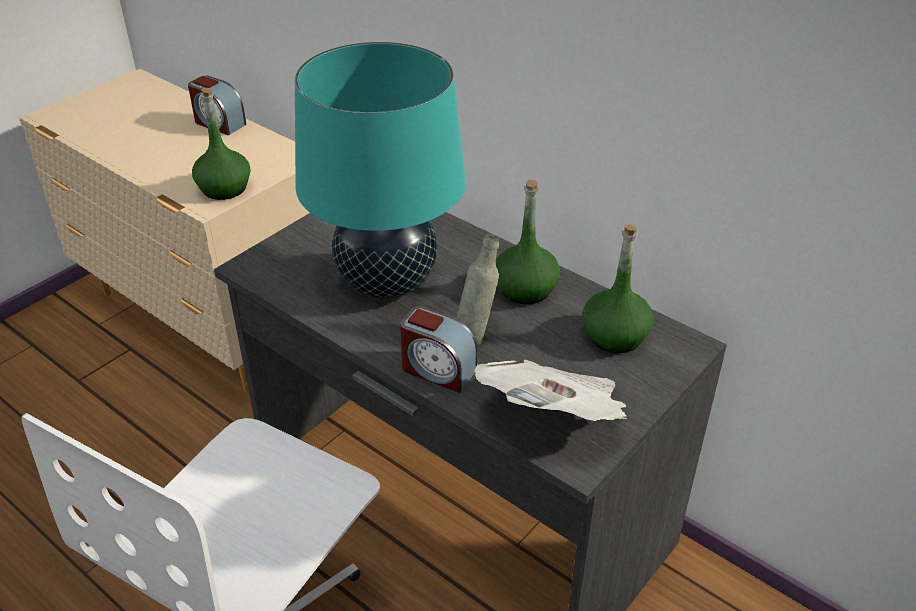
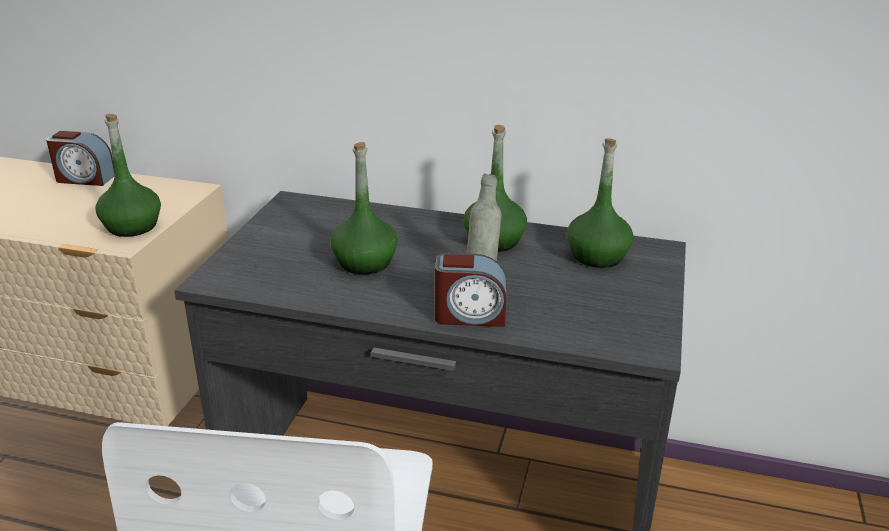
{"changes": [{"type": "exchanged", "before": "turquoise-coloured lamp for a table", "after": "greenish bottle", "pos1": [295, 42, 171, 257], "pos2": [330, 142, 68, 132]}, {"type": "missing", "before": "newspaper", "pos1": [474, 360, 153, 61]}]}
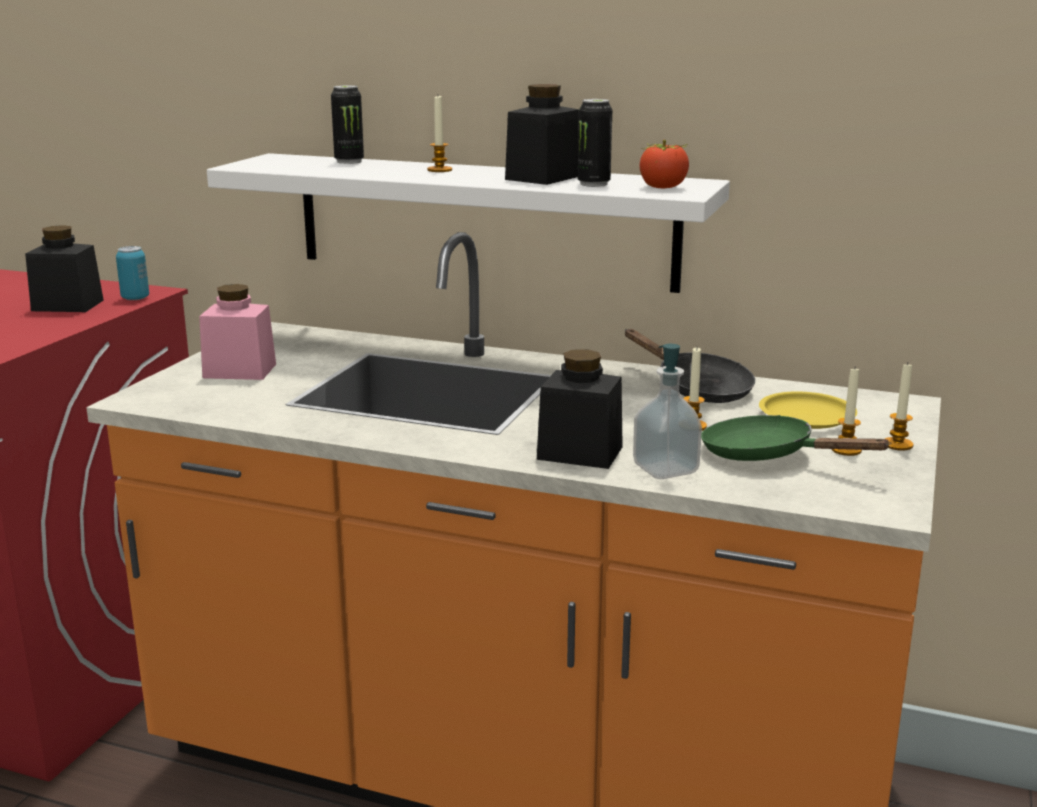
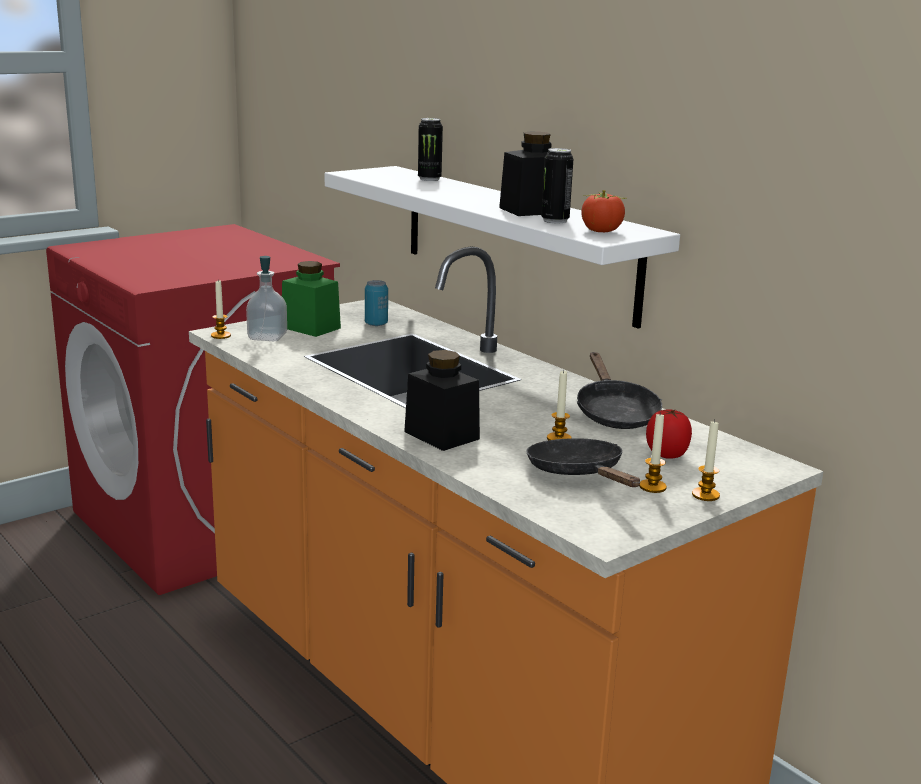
{"changes": [{"type": "missing", "before": "black-coloured preserve jar", "pos1": [25, 225, 79, 87]}, {"type": "relocated", "before": "can", "pos1": [116, 246, 33, 54], "pos2": [365, 280, 23, 46]}, {"type": "colour", "before": "pink preserve jar", "after": "greenish preserve jar", "pos1": [199, 284, 77, 96], "pos2": [282, 261, 59, 76]}, {"type": "relocated", "before": "candle", "pos1": [427, 96, 25, 76], "pos2": [211, 280, 20, 59]}, {"type": "relocated", "before": "soap bottle", "pos1": [633, 344, 69, 135], "pos2": [246, 256, 41, 85]}, {"type": "colour", "before": "greenish frying pan", "after": "black-coloured frying pan", "pos1": [701, 415, 191, 46], "pos2": [526, 438, 114, 49]}, {"type": "exchanged", "before": "yellowish dinner plate", "after": "whole tomato", "pos1": [759, 391, 98, 38], "pos2": [646, 409, 46, 50]}]}
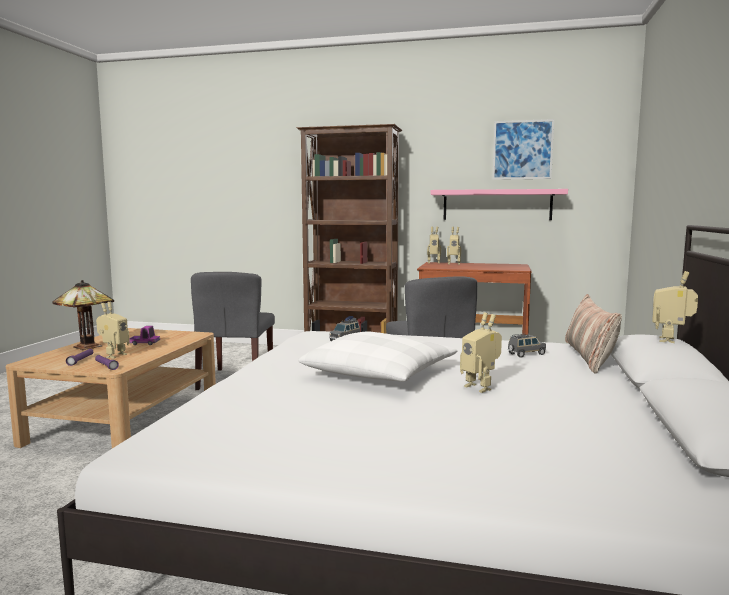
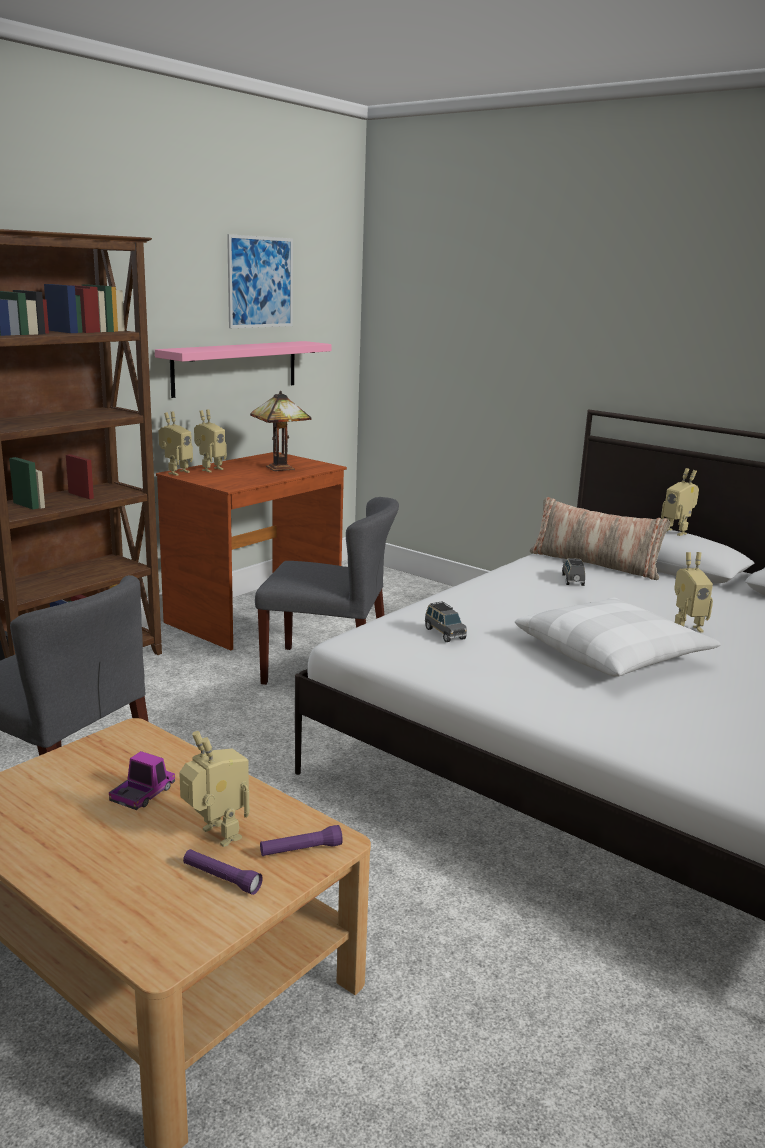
{"changes": [{"type": "relocated", "before": "lamp for a table", "pos1": [52, 280, 62, 70], "pos2": [250, 391, 61, 80]}]}
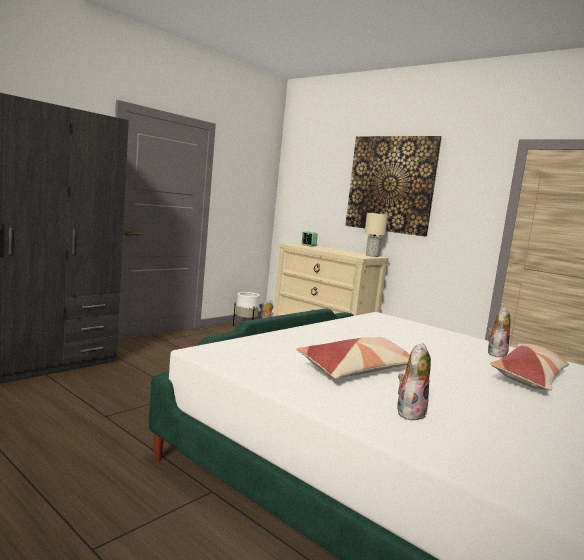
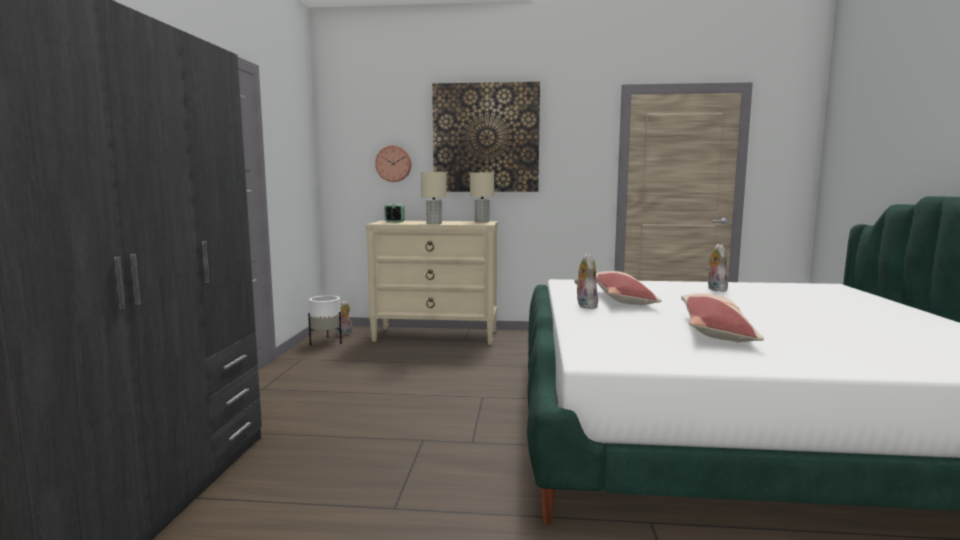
{"changes": [{"type": "relocated", "before": "plush toy", "pos1": [397, 342, 34, 78], "pos2": [574, 253, 24, 56]}, {"type": "relocated", "before": "pillow", "pos1": [490, 344, 79, 46], "pos2": [596, 271, 66, 34]}, {"type": "appeared", "after": "clock on the wall", "pos2": [375, 146, 36, 36]}, {"type": "appeared", "after": "beige lamp for a table", "pos2": [421, 172, 26, 52]}]}
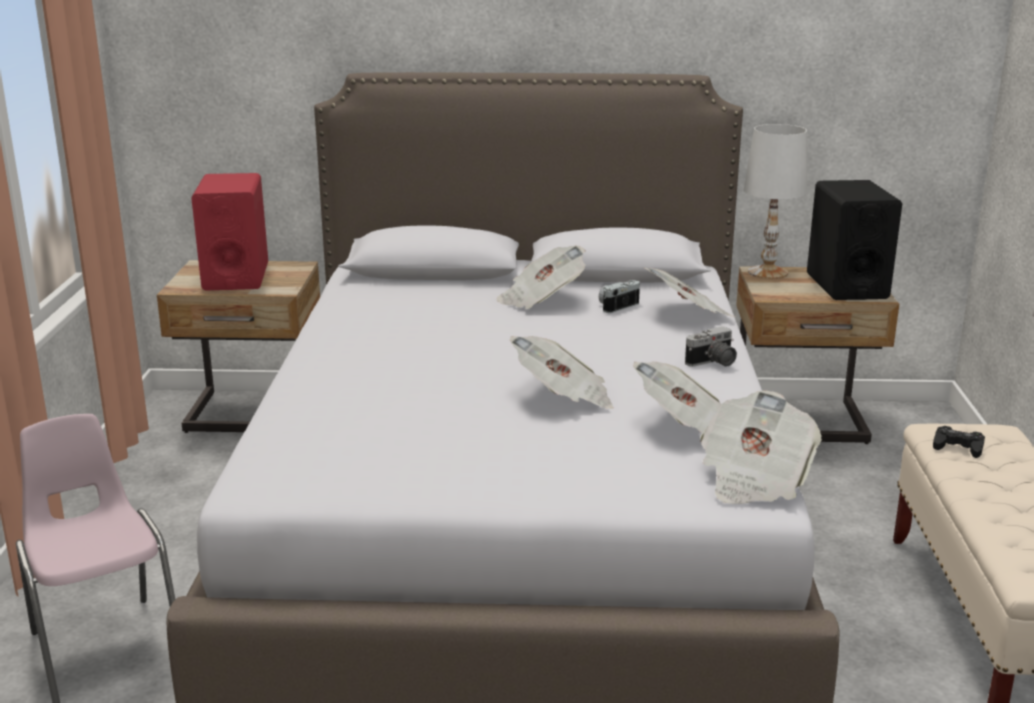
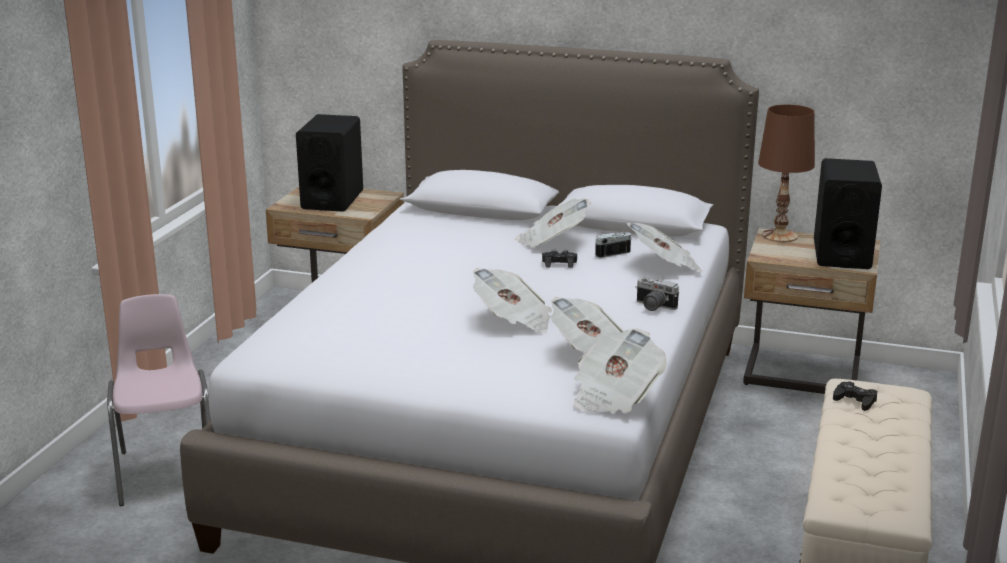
{"changes": [{"type": "colour", "before": "red-coloured loudspeaker", "after": "black-coloured loudspeaker", "pos1": [191, 173, 77, 117], "pos2": [296, 114, 67, 98]}, {"type": "spun", "before": "photo camera", "pos1": [685, 326, 52, 41], "pos2": [635, 278, 44, 33], "turn": 45}, {"type": "colour", "before": "white-coloured lamp for a table", "after": "brown-coloured lamp for a table", "pos1": [744, 124, 63, 155], "pos2": [758, 105, 57, 137]}, {"type": "appeared", "after": "black-coloured joypad", "pos2": [542, 249, 35, 19]}]}
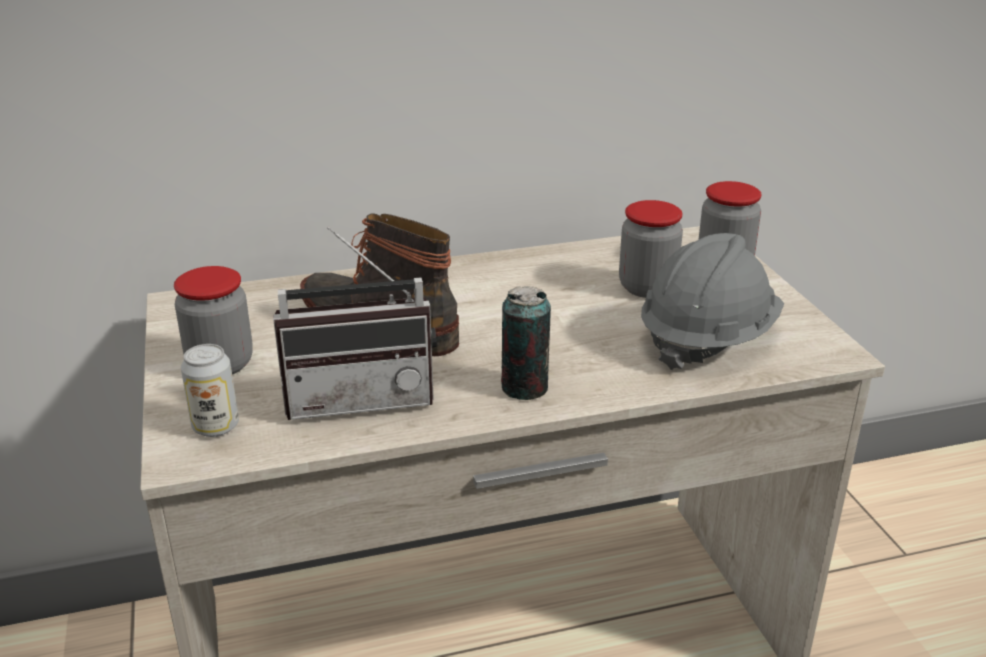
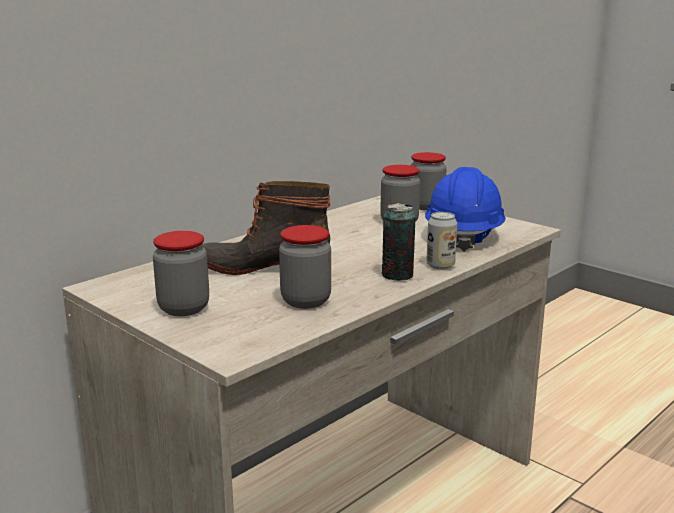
{"changes": [{"type": "relocated", "before": "can", "pos1": [181, 344, 58, 93], "pos2": [426, 212, 31, 57]}, {"type": "exchanged", "before": "radio", "after": "preserve jar", "pos1": [273, 226, 164, 194], "pos2": [279, 225, 52, 84]}, {"type": "colour", "before": "gray safety helmet", "after": "blue safety helmet", "pos1": [641, 233, 143, 137], "pos2": [425, 167, 81, 85]}]}
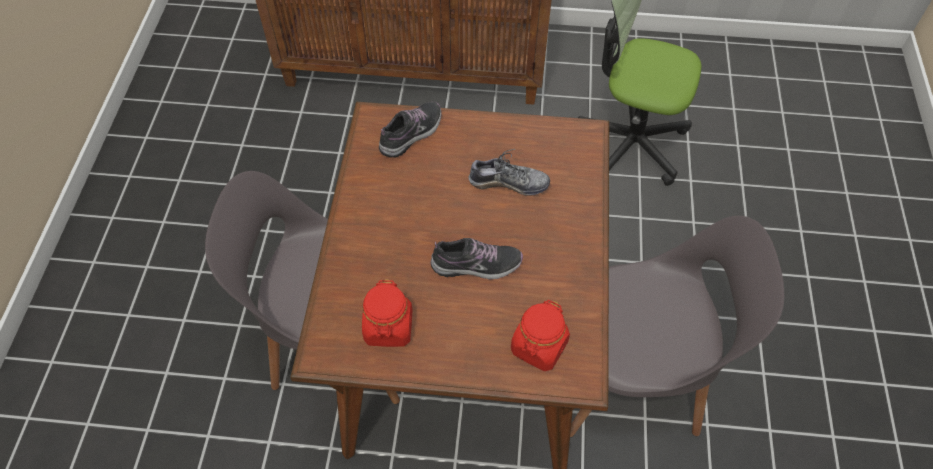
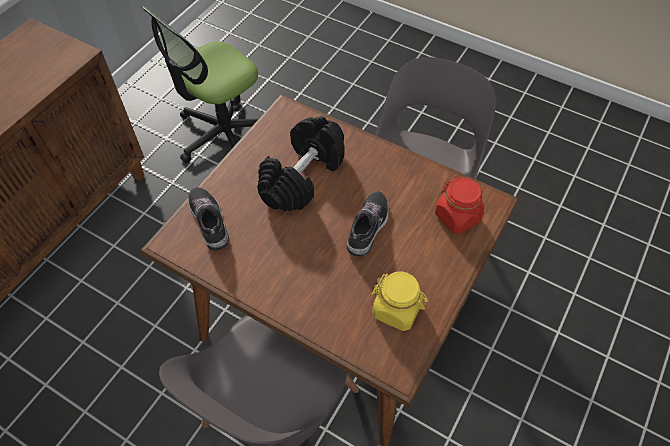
{"changes": [{"type": "colour", "before": "red-coloured preserve jar", "after": "yellowish preserve jar", "pos1": [362, 279, 51, 68], "pos2": [372, 272, 57, 59]}, {"type": "exchanged", "before": "low shoe", "after": "black-coloured free weight", "pos1": [469, 149, 81, 46], "pos2": [257, 116, 87, 95]}]}
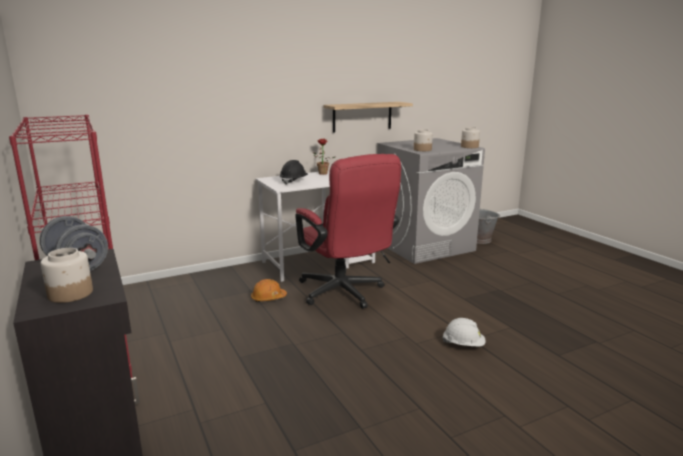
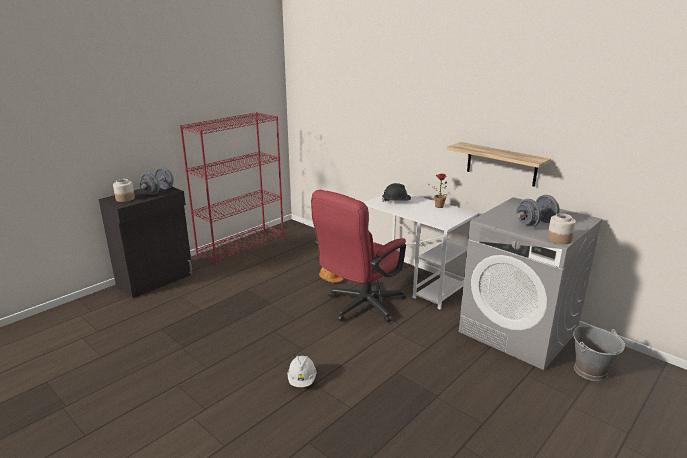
{"changes": [{"type": "missing", "before": "preserve jar", "pos1": [414, 129, 19, 22]}, {"type": "appeared", "after": "gray free weight", "pos2": [516, 195, 43, 33]}]}
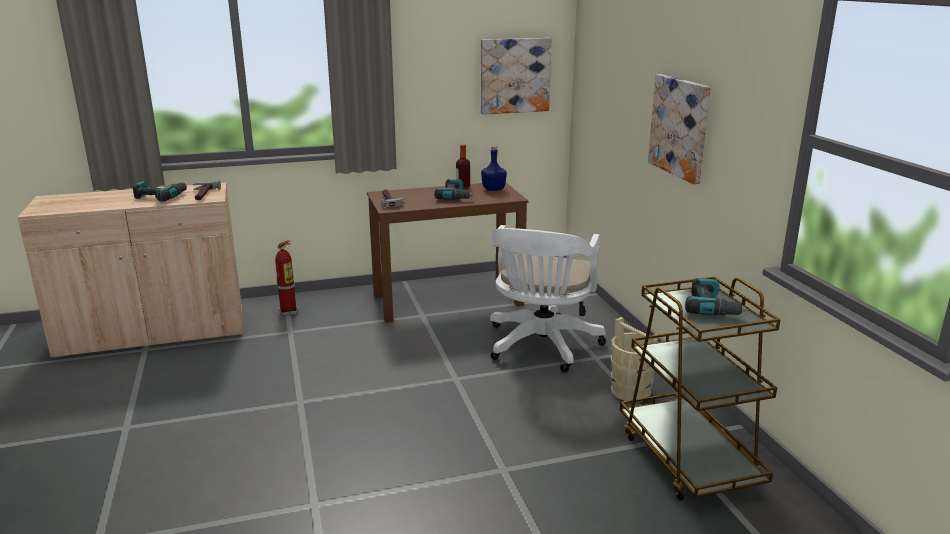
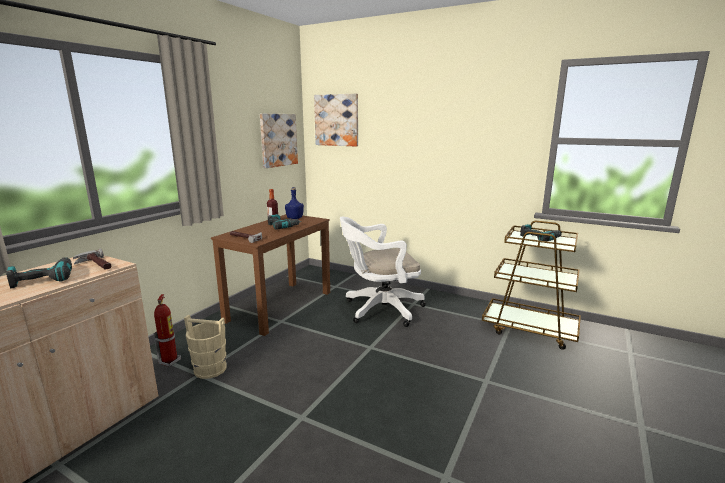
{"changes": [{"type": "spun", "before": "white-coloured computer chair", "pos1": [490, 225, 116, 148], "pos2": [340, 217, 86, 110], "turn": 105}, {"type": "relocated", "before": "beige bucket", "pos1": [611, 317, 47, 85], "pos2": [184, 315, 42, 64]}, {"type": "relocated", "before": "picture", "pos1": [648, 74, 63, 110], "pos2": [314, 94, 44, 53]}]}
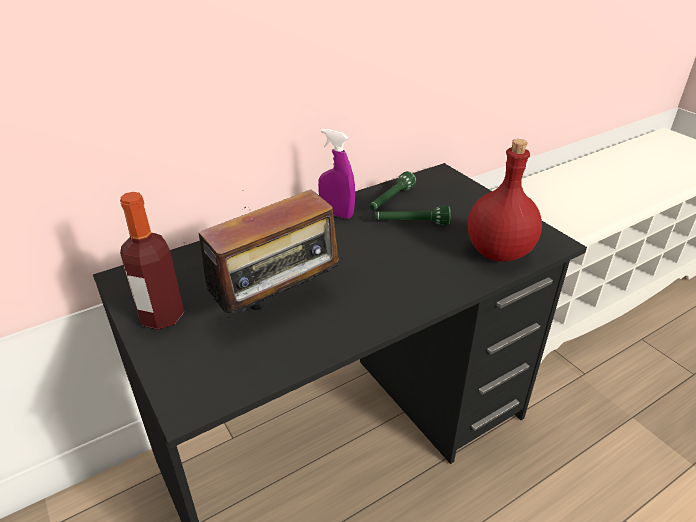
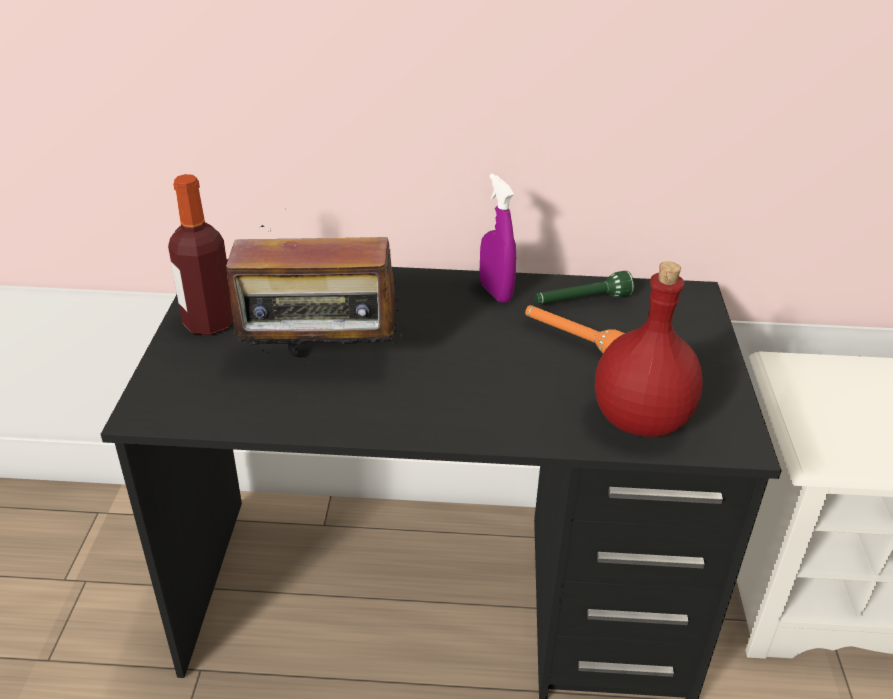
{"changes": [{"type": "colour", "before": "greenish flashlight", "after": "orangey flashlight", "pos1": [375, 206, 76, 19], "pos2": [525, 305, 100, 48]}]}
